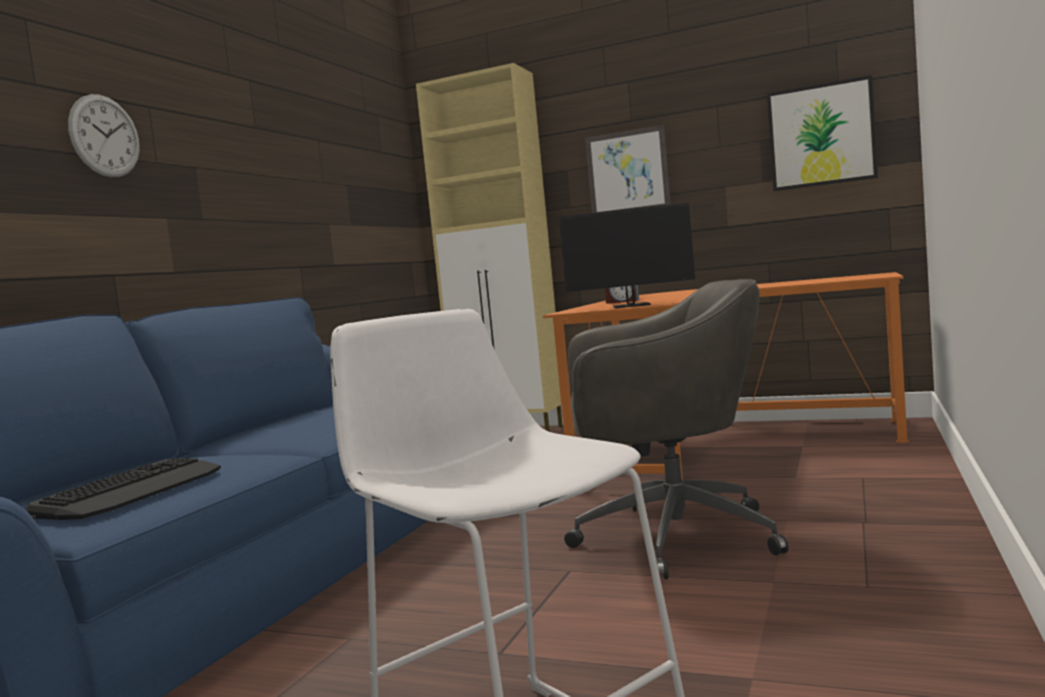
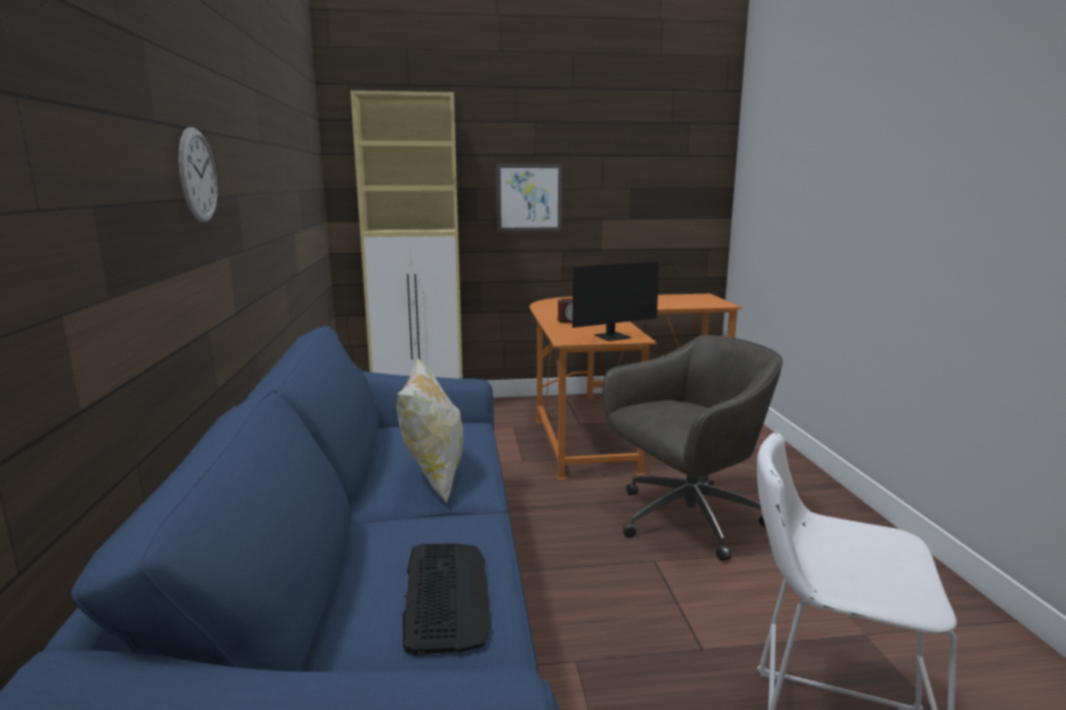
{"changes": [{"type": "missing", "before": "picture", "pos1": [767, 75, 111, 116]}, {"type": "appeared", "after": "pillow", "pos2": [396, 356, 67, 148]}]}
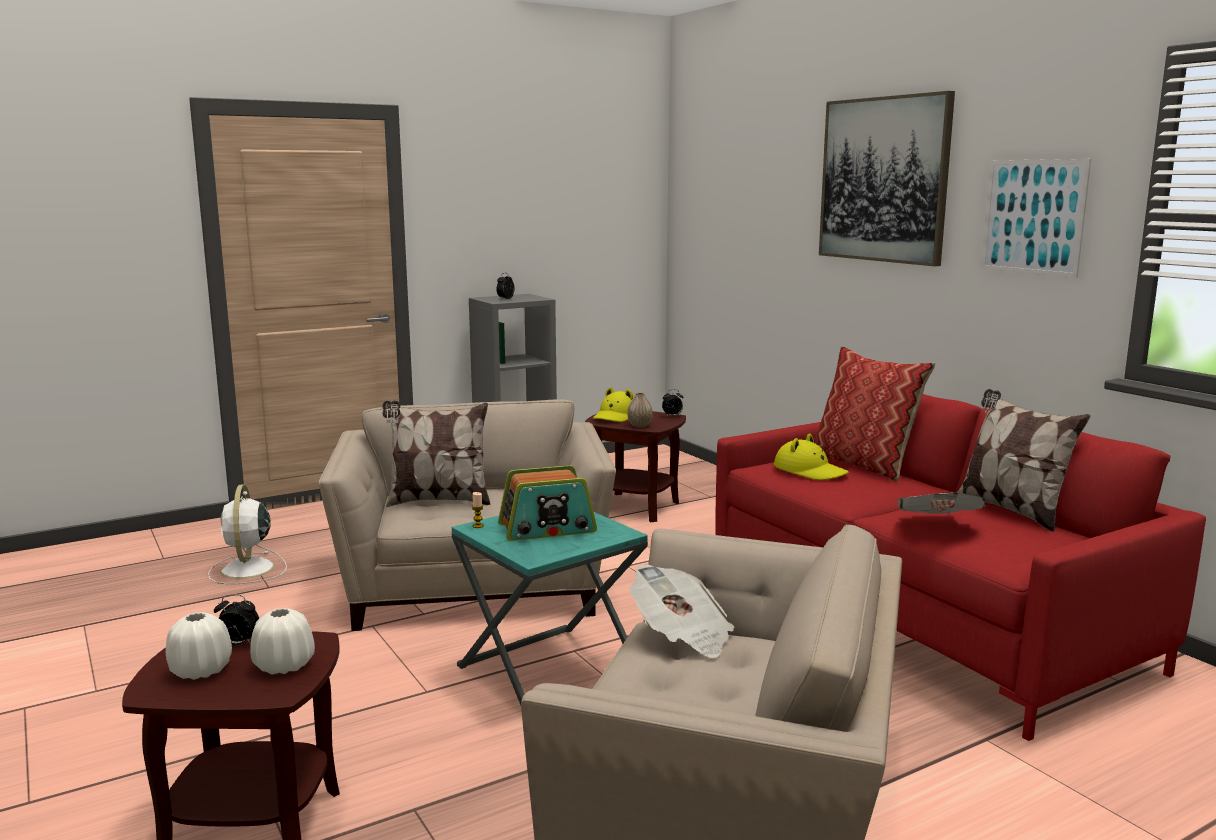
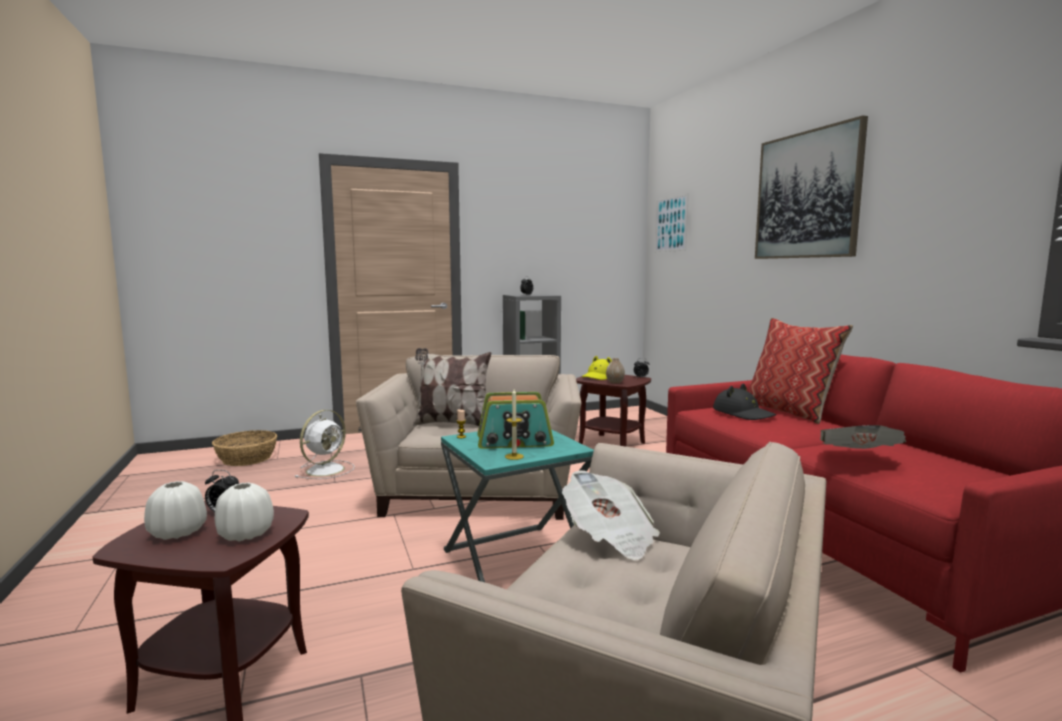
{"changes": [{"type": "spun", "before": "white-coloured fan", "pos1": [208, 484, 79, 100], "pos2": [295, 410, 60, 69], "turn": -150}, {"type": "colour", "before": "yellowish clothing hat", "after": "black-coloured clothing hat", "pos1": [774, 433, 75, 47], "pos2": [713, 384, 63, 36]}, {"type": "missing", "before": "pillow", "pos1": [957, 389, 134, 143]}, {"type": "relocated", "before": "picture", "pos1": [981, 159, 110, 119], "pos2": [654, 193, 35, 59]}, {"type": "appeared", "after": "basket", "pos2": [212, 430, 65, 36]}, {"type": "appeared", "after": "candle", "pos2": [505, 389, 19, 71]}]}
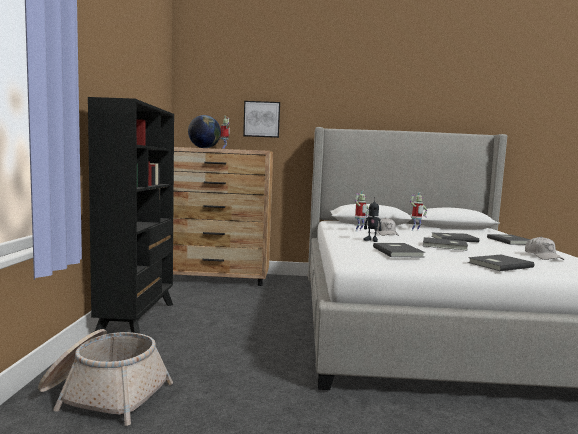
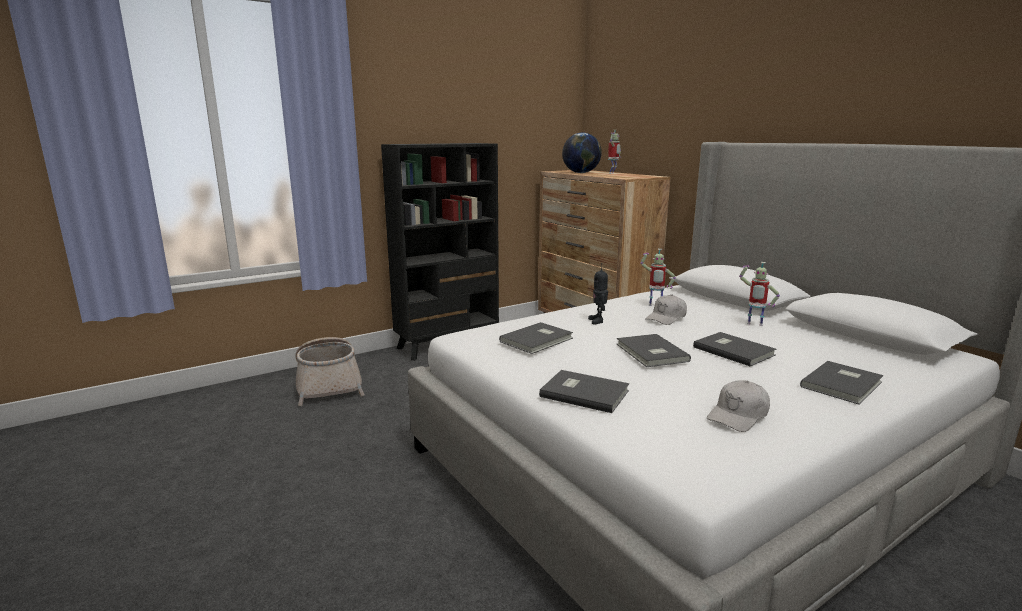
{"changes": [{"type": "missing", "before": "picture", "pos1": [243, 101, 37, 37]}]}
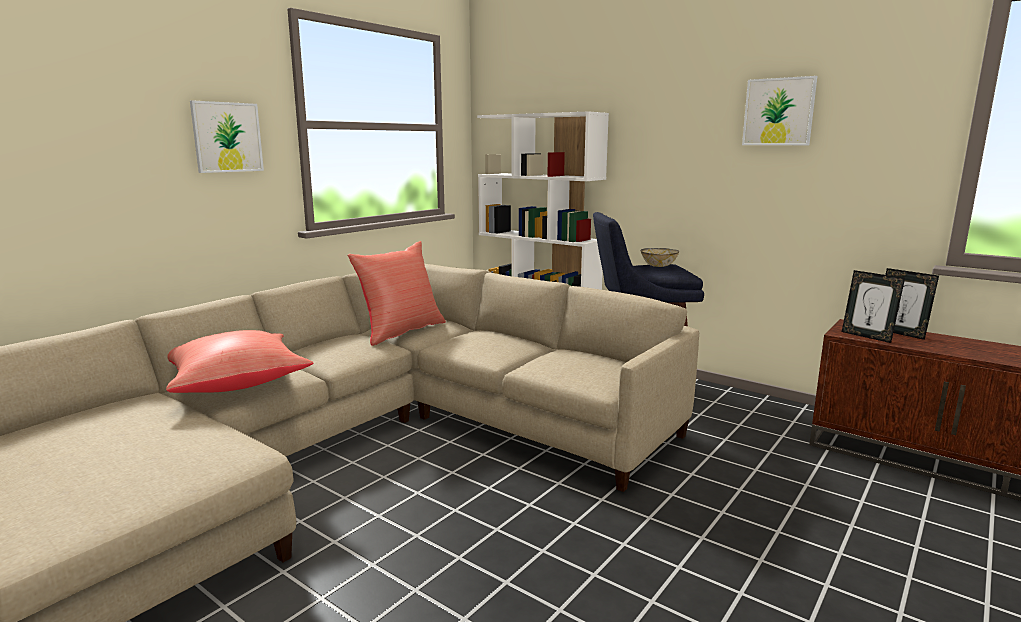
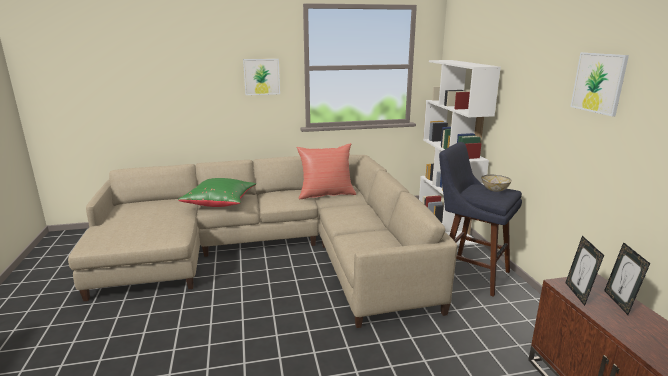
{"changes": [{"type": "colour", "before": "red-coloured pillow", "after": "greenish pillow", "pos1": [166, 330, 147, 63], "pos2": [178, 178, 78, 29]}]}
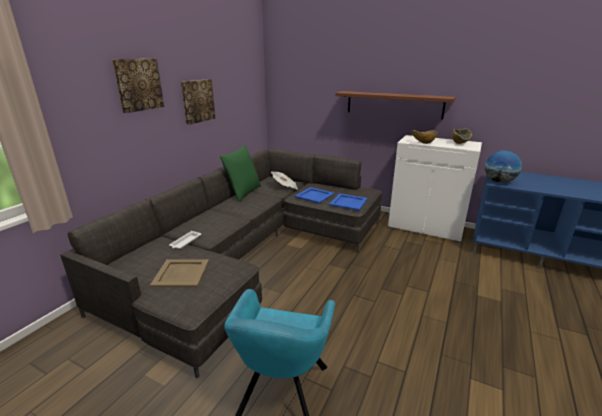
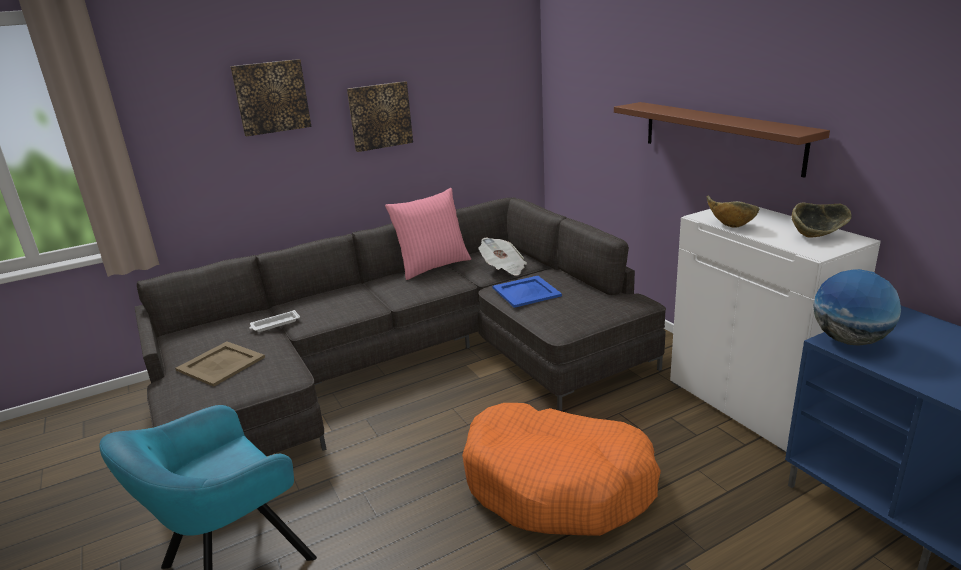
{"changes": [{"type": "colour", "before": "greenish pillow", "after": "pink pillow", "pos1": [220, 145, 41, 57], "pos2": [385, 188, 86, 92]}, {"type": "missing", "before": "blue carrying tray", "pos1": [329, 193, 38, 17]}, {"type": "appeared", "after": "orangey pet bed", "pos2": [462, 403, 199, 133]}]}
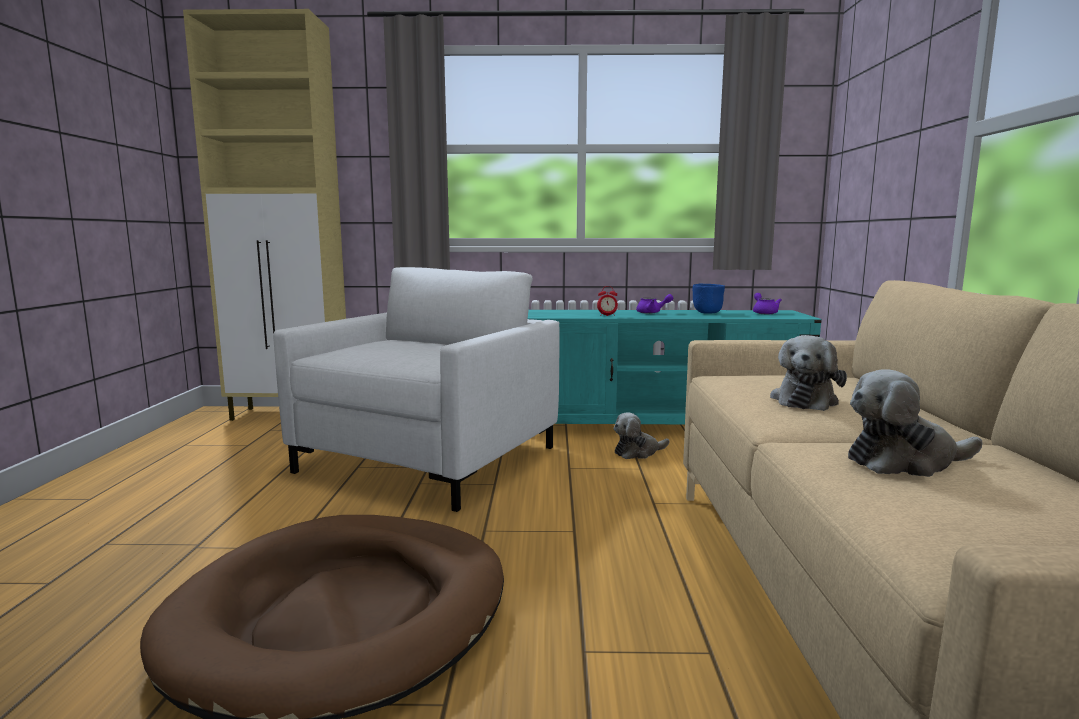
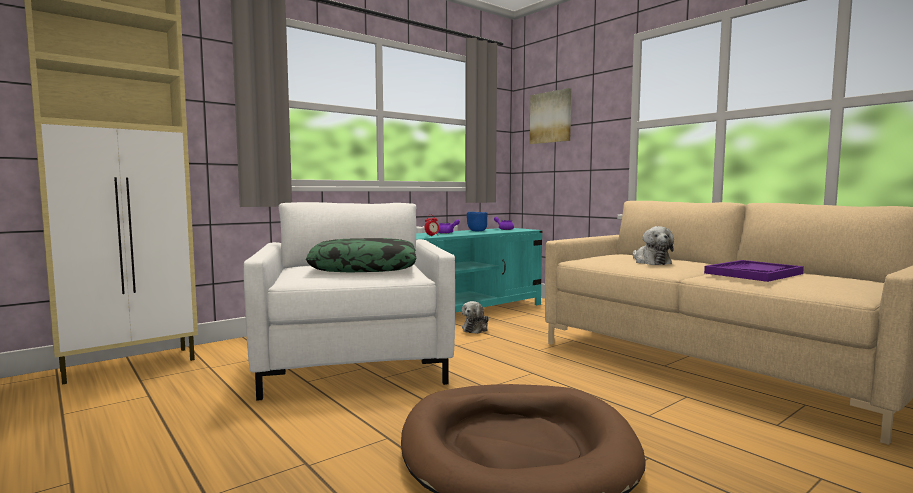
{"changes": [{"type": "exchanged", "before": "plush toy", "after": "purple-coloured carrying tray", "pos1": [848, 369, 134, 108], "pos2": [704, 260, 100, 22]}, {"type": "appeared", "after": "pillow", "pos2": [306, 238, 110, 34]}, {"type": "appeared", "after": "picture", "pos2": [530, 88, 41, 56]}]}
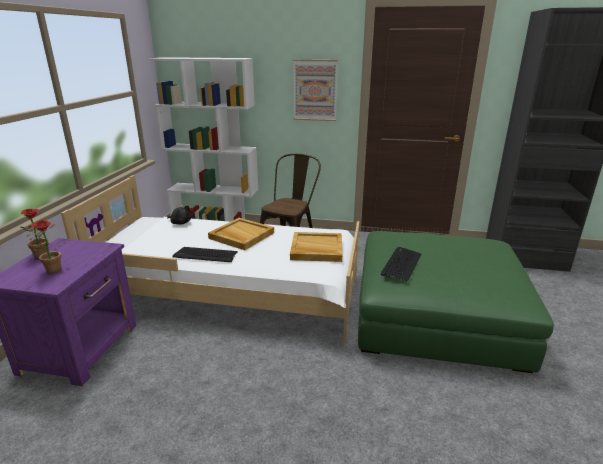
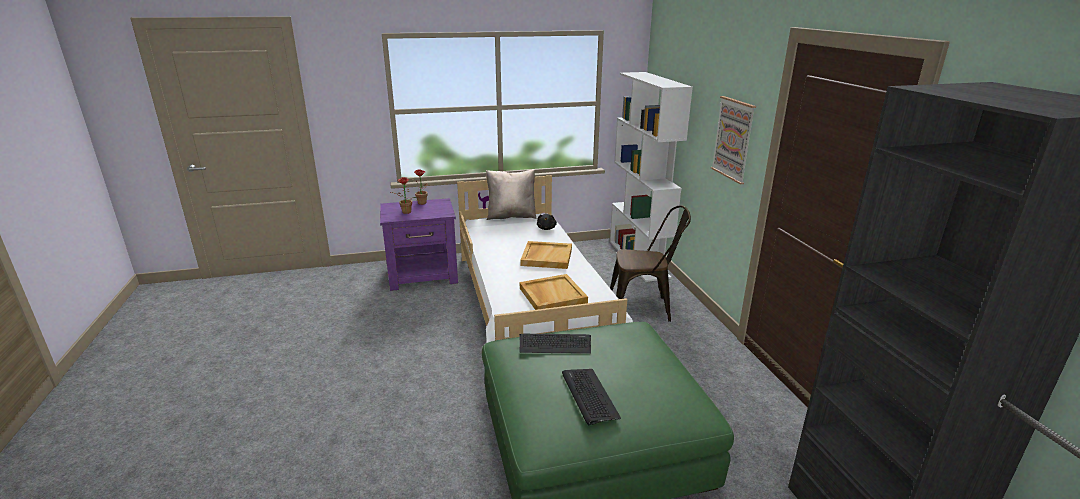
{"changes": [{"type": "relocated", "before": "computer keyboard", "pos1": [172, 247, 66, 15], "pos2": [562, 369, 59, 56]}, {"type": "appeared", "after": "beige pillow", "pos2": [486, 169, 51, 51]}]}
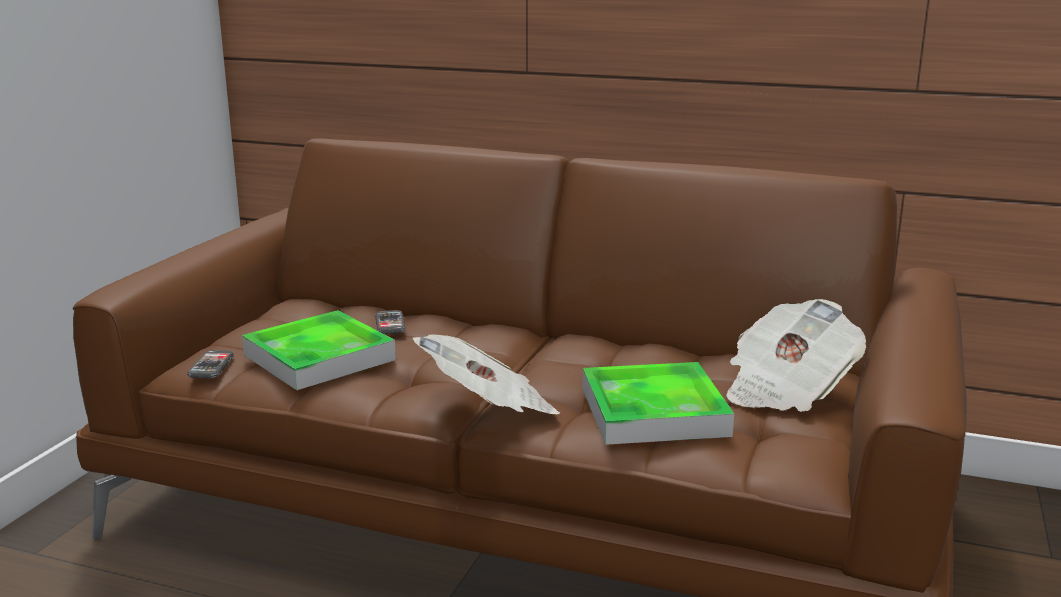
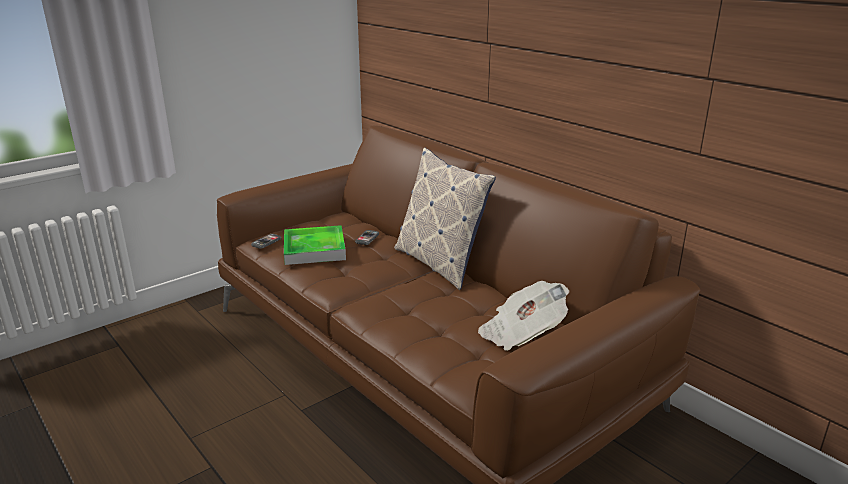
{"changes": [{"type": "missing", "before": "newspaper", "pos1": [412, 334, 148, 80]}, {"type": "missing", "before": "carrying tray", "pos1": [583, 362, 151, 83]}, {"type": "appeared", "after": "pillow", "pos2": [394, 148, 102, 142]}]}
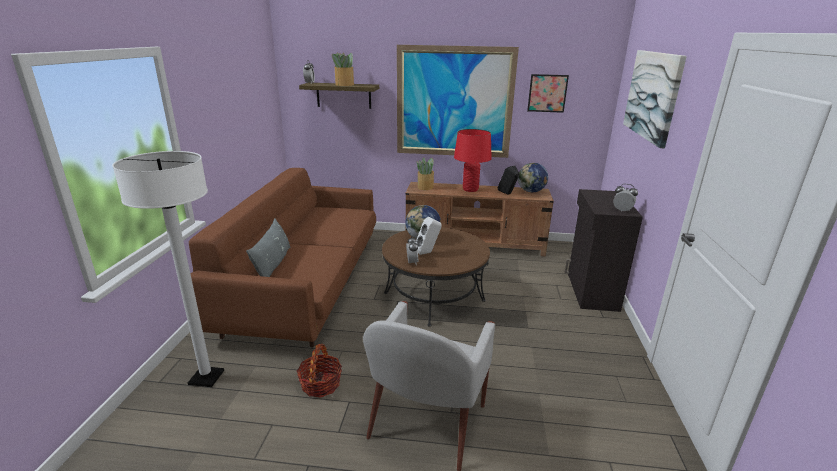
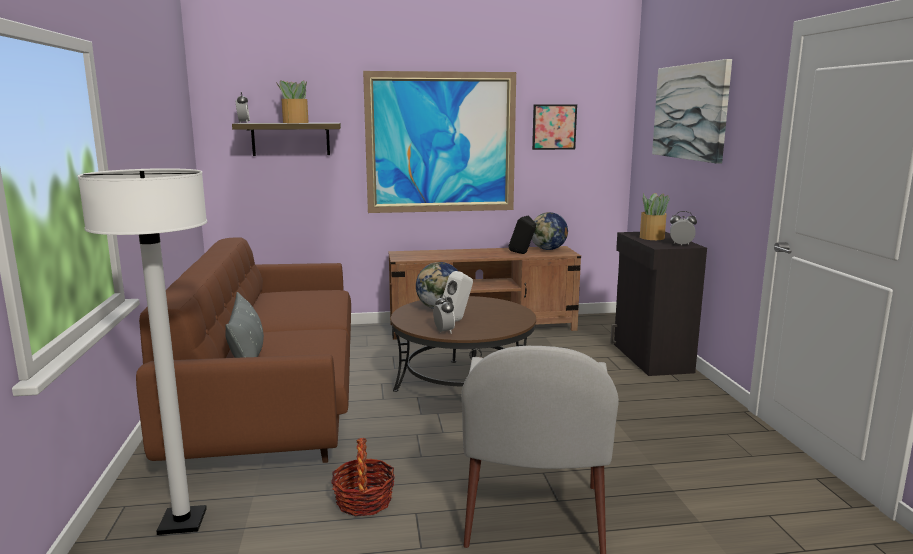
{"changes": [{"type": "relocated", "before": "plant in a pot", "pos1": [416, 157, 18, 33], "pos2": [640, 193, 30, 47]}, {"type": "missing", "before": "red-coloured lamp for a table", "pos1": [454, 129, 38, 63]}]}
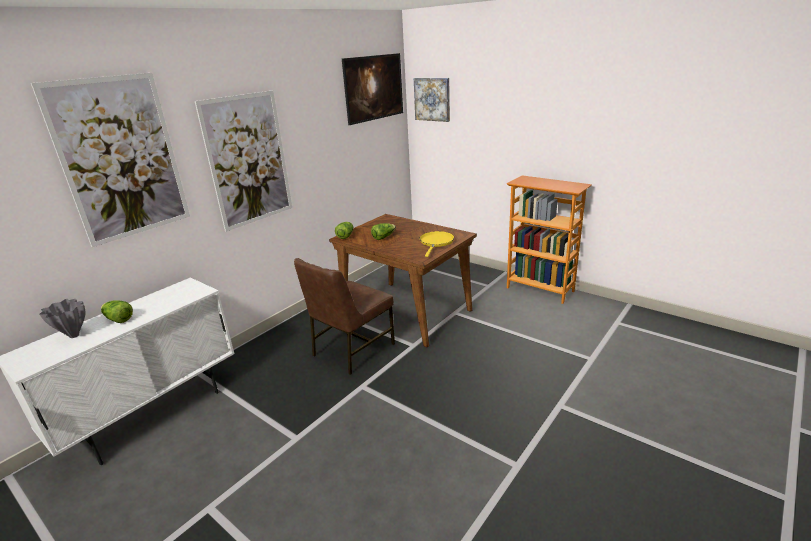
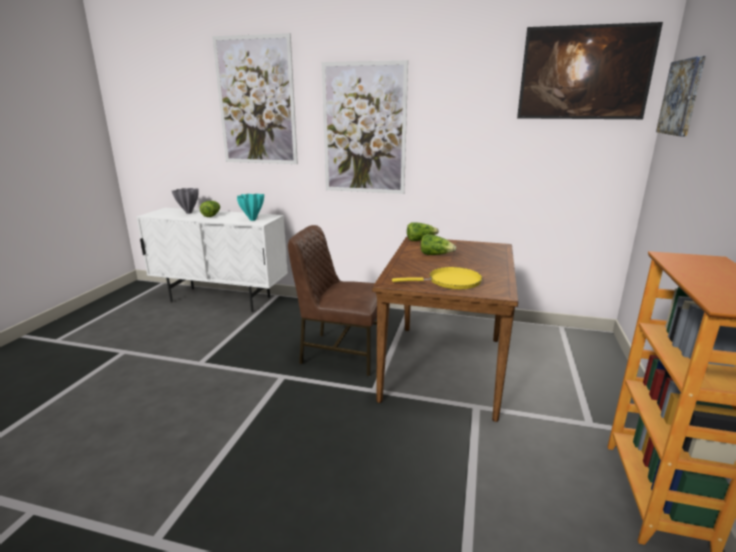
{"changes": [{"type": "appeared", "after": "turquoise-coloured vase", "pos2": [237, 194, 27, 27]}]}
